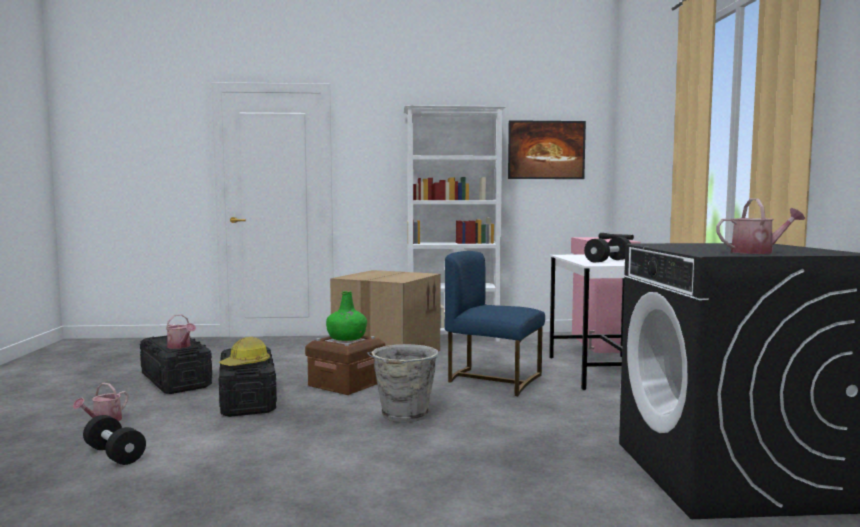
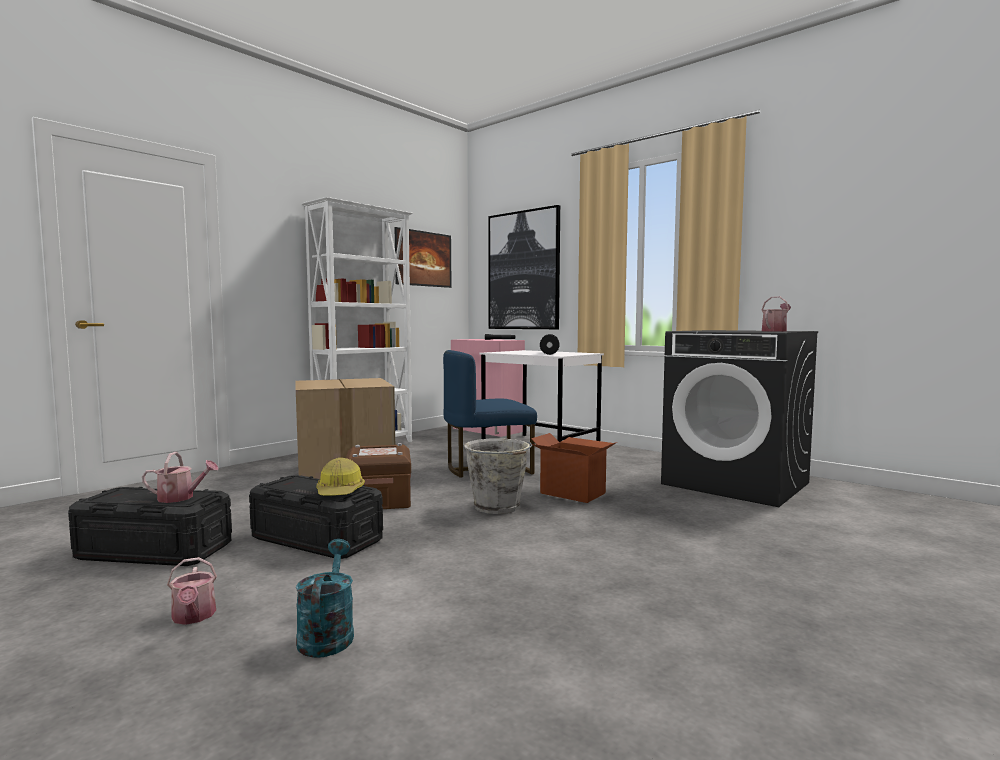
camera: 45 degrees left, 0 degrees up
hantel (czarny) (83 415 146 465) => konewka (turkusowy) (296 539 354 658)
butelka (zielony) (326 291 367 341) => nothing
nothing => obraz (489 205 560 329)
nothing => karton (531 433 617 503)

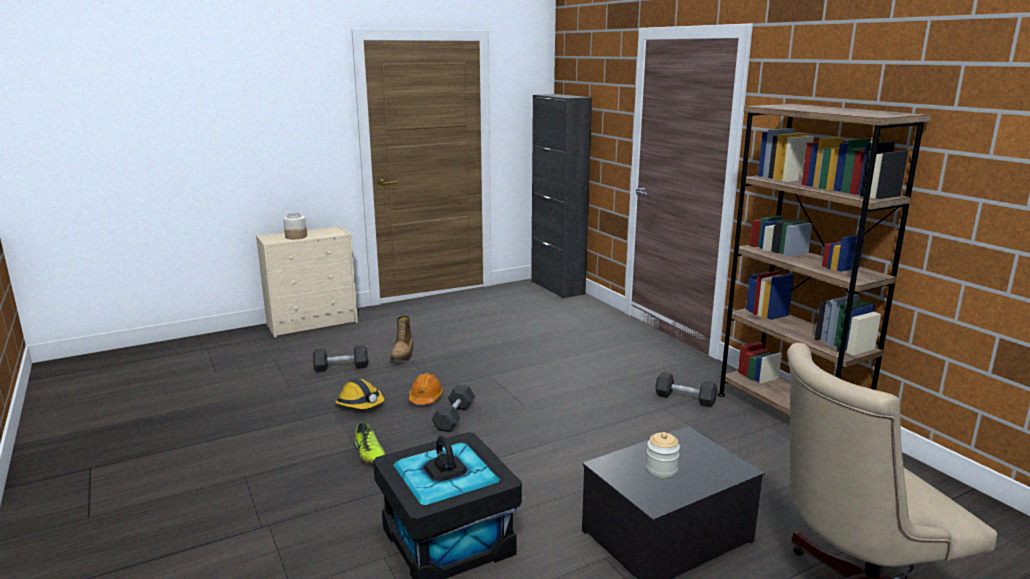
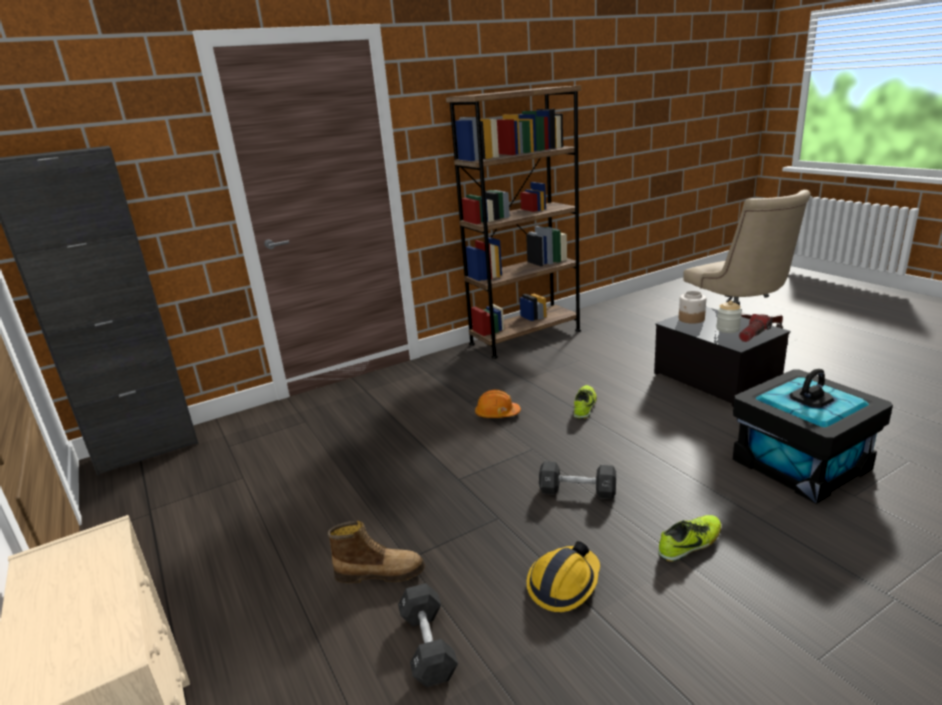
camera: 90 degrees left, 5 degrees up
słoik (283 213 307 239) => słoik (679 291 706 324), relocated
kask (pomarańczowy) (409 373 443 405) => kask (pomarańczowy) (475 390 521 418), relocated
hantel (czarny) (655 372 717 407) => nothing
nothing => but (574 385 597 419)
nothing => latarka (739 314 773 342)

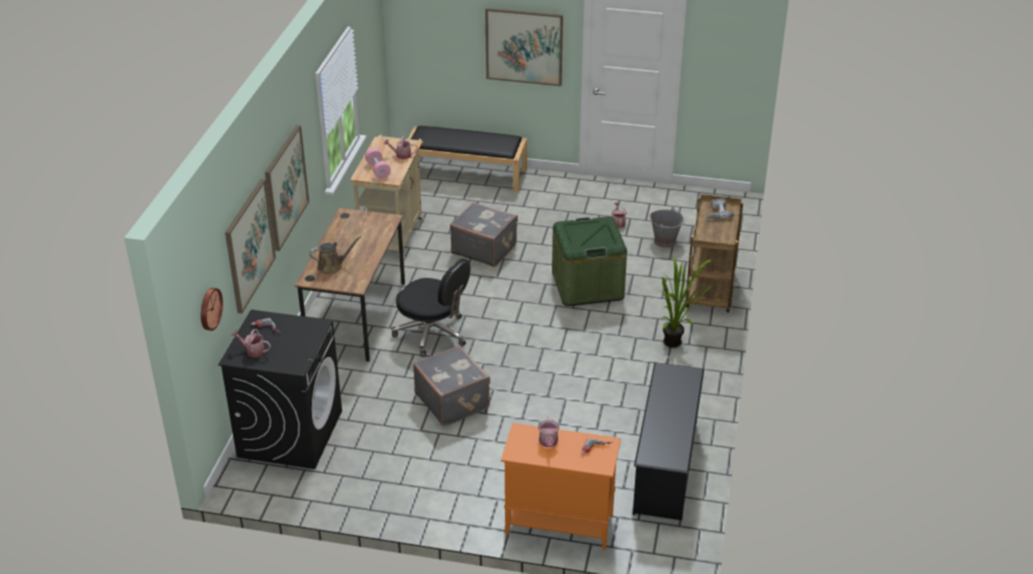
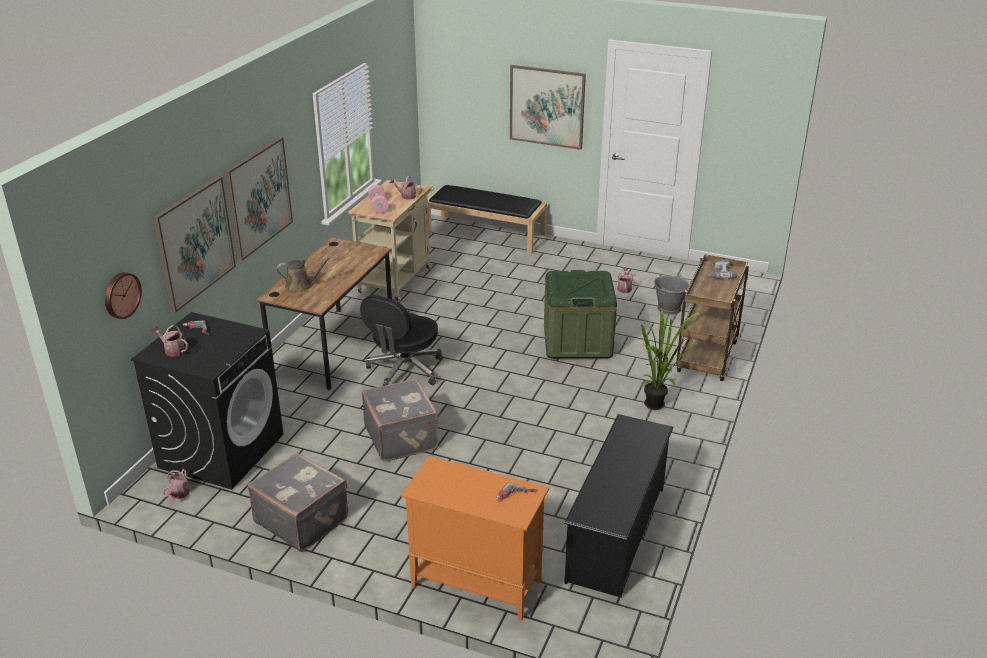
camera: 10 degrees right, 5 degrees down
krzesło biurowe (czarny) (391 258 471 357) => krzesło biurowe (czarny) (360 295 442 386), 75 degrees clockwise
walizka (szary) (450 202 518 267) => walizka (szary) (248 453 348 552), relocated
konewka (538 417 559 447) => konewka (163 469 190 499), relocated

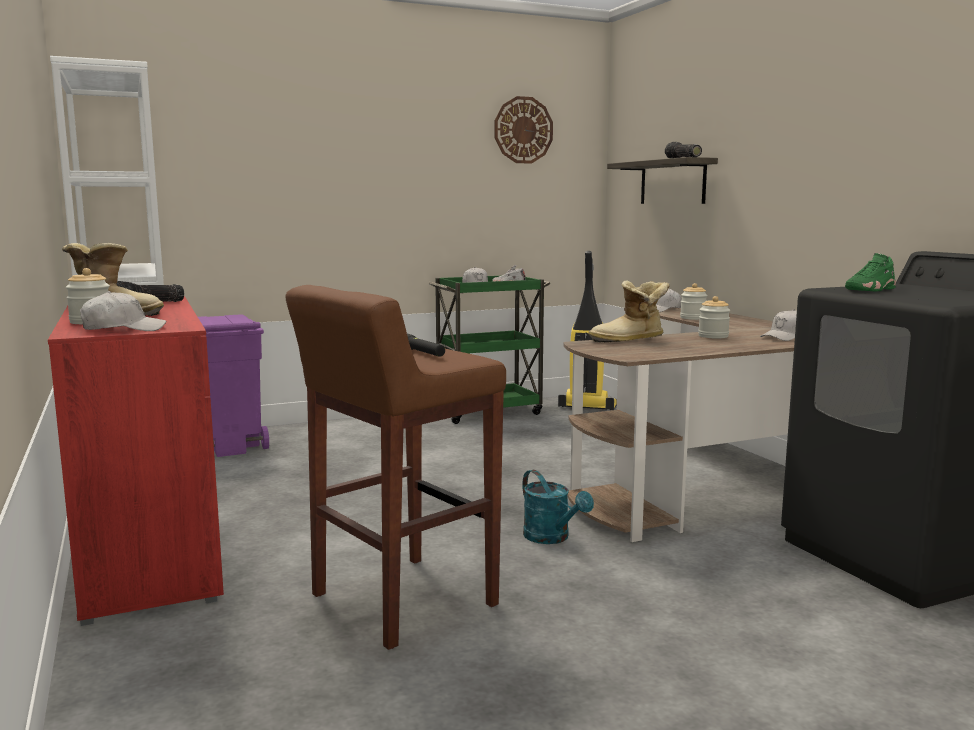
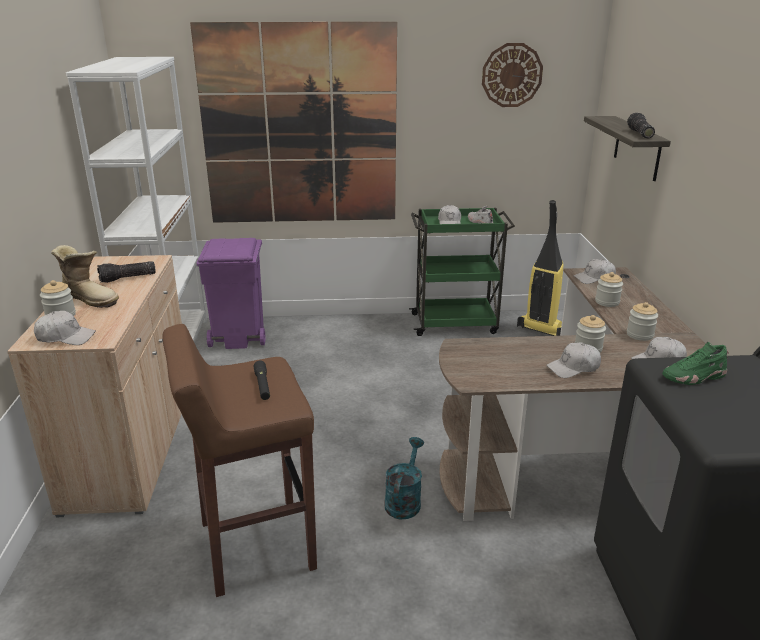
camera: 20 degrees right, 15 degrees up
szafka (czerwony) (48 296 224 626) => szafka (beżowy) (7 255 182 517)
konewka (turkusowy) (522 470 594 544) => konewka (turkusowy) (384 437 424 519), 150 degrees counterclockwise
but z cholewką (588 280 670 343) => nothing
nothing => obraz (190 22 397 223)
nothing => czapka z daszkiem (biały) (546 343 601 378)
nothing => słoik (627 302 658 341)

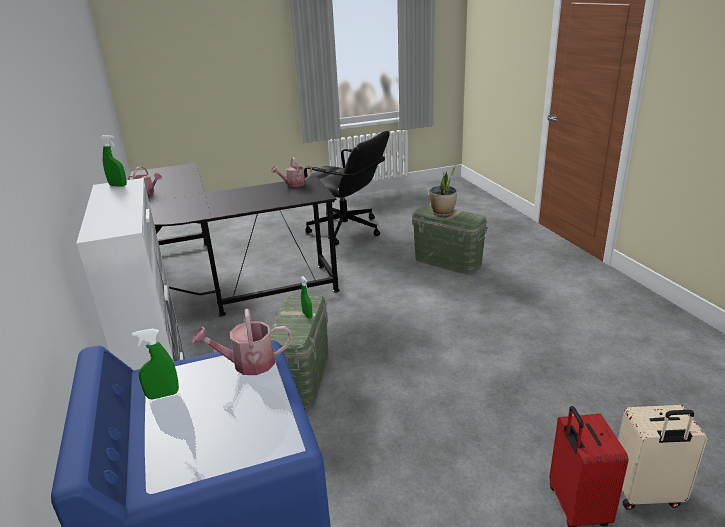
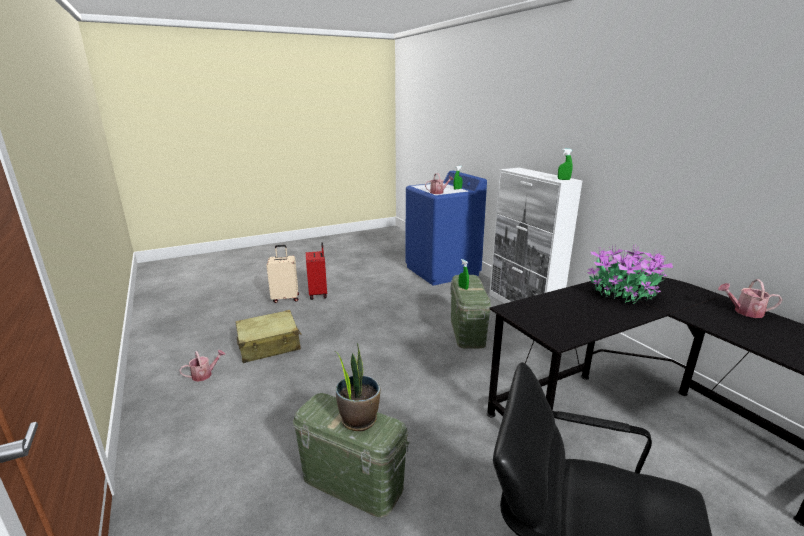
camera: 170 degrees right, 5 degrees down
konewka (271 157 312 187) => konewka (179 350 225 382), relocated
nothing => walizka (beżowy) (236 310 302 363)
nothing => roślina doniczkowa (587 246 673 304)

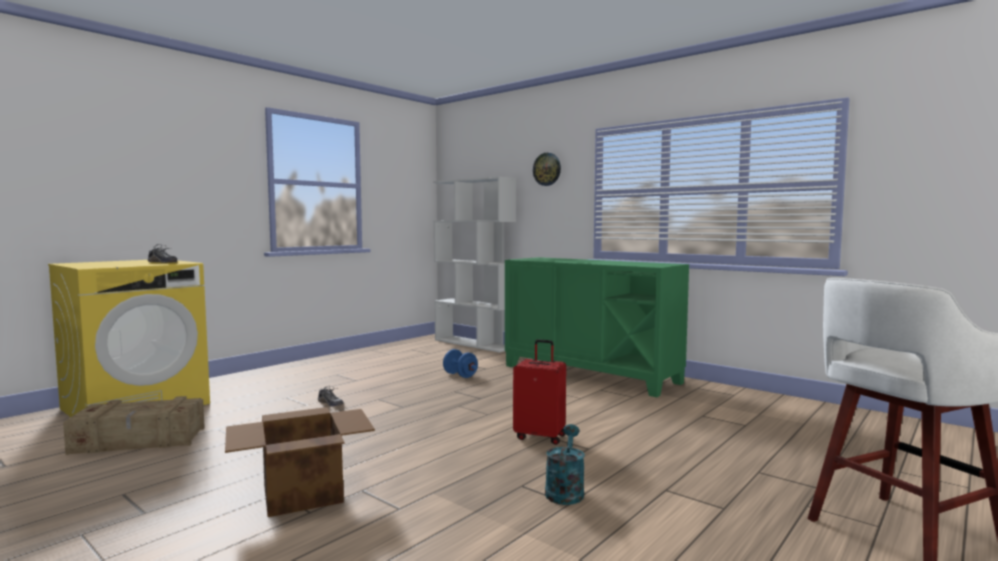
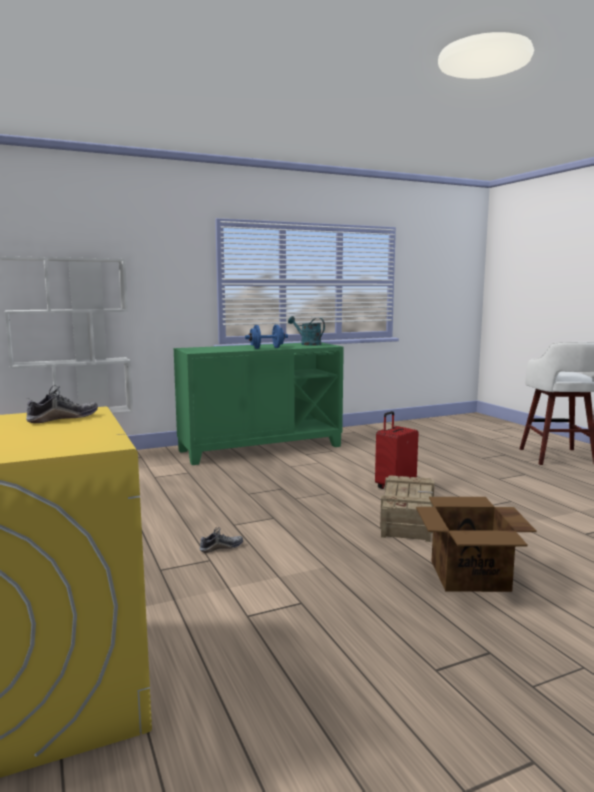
camera: 65 degrees left, 5 degrees up
skrzynka (63 396 205 455) => skrzynka (380 475 434 542), relocated
hantel (niebieski) (443 349 478 378) => hantel (niebieski) (245 325 288 349), relocated
zegar ścienny (533 153 561 186) => nothing
konewka (turkusowy) (545 424 585 505) => konewka (turkusowy) (288 316 325 346), relocated

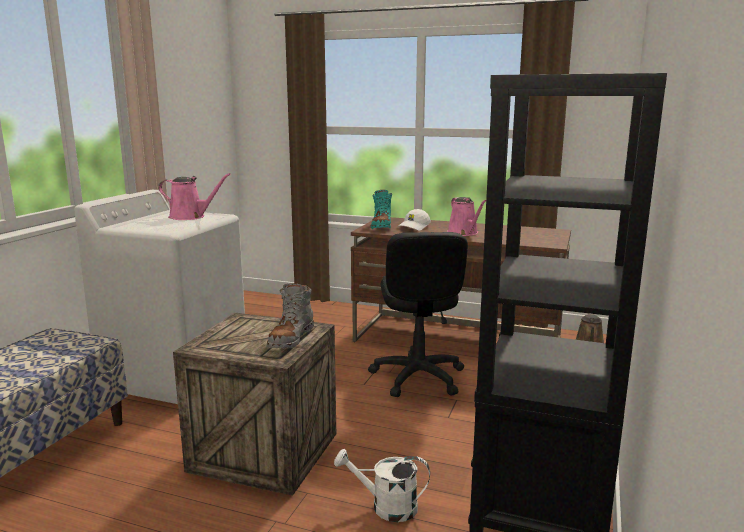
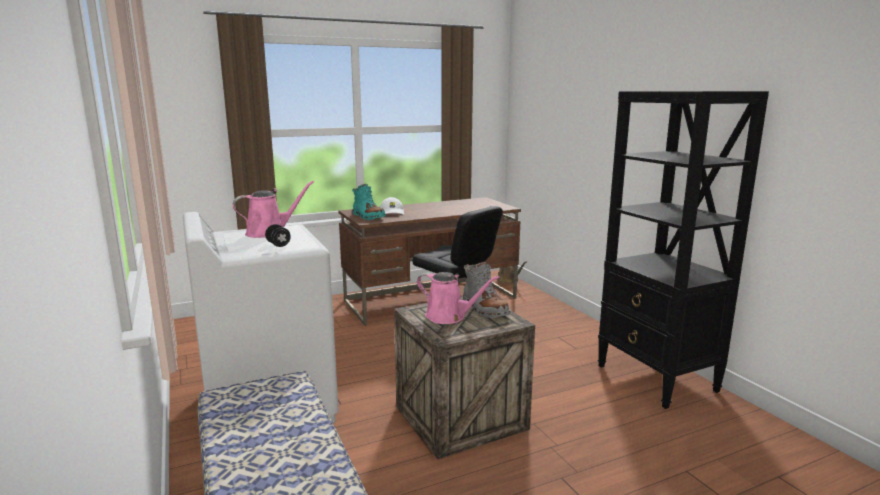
camera: 45 degrees left, 0 degrees up
konewka (biały) (334 449 430 522) => nothing
konewka (różowy) (447 197 486 236) => konewka (różowy) (417 272 499 324), relocated
nothing => hantel (czarny) (265 224 291 247)

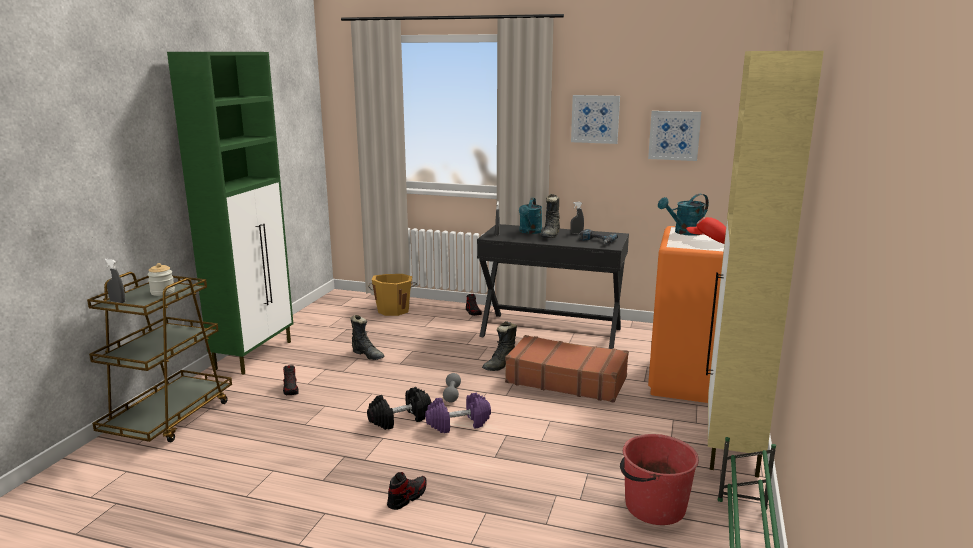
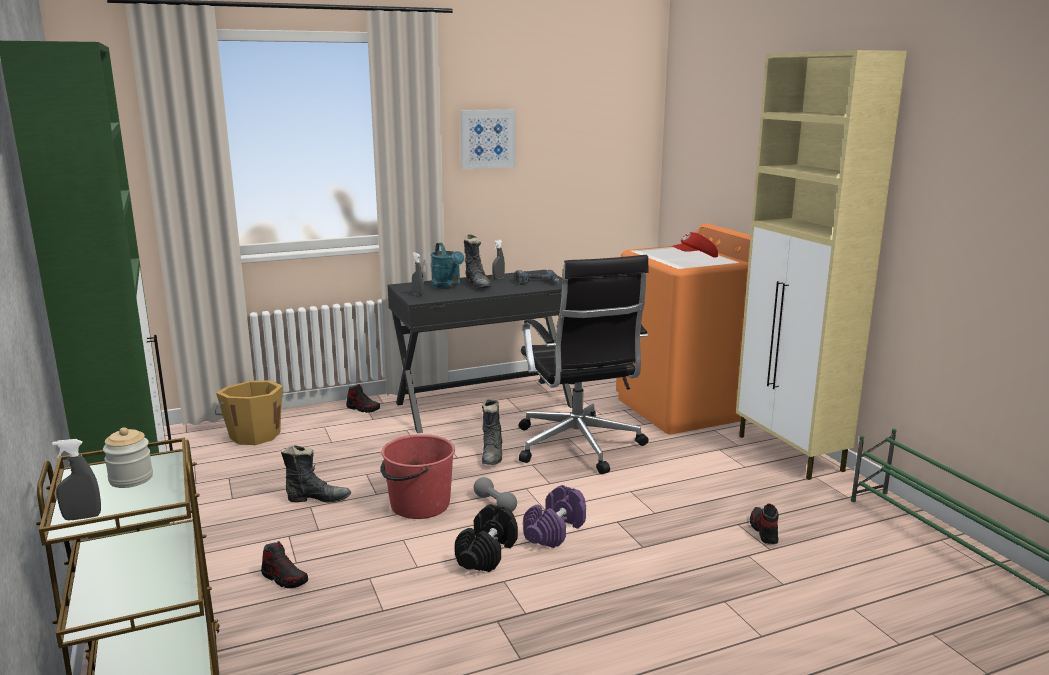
camera: 40 degrees left, 0 degrees up
but (387 472 426 510) => but (750 503 779 544), relocated
walizka (brązowy) (505 335 629 403) => krzesło biurowe (czarny) (518 255 649 474)
wiadro (czerwony) (620 434 699 525) => wiadro (czerwony) (381 434 455 519), relocated
obraz (648 111 701 161) => nothing
konewka (turkusowy) (658 194 709 236) => nothing

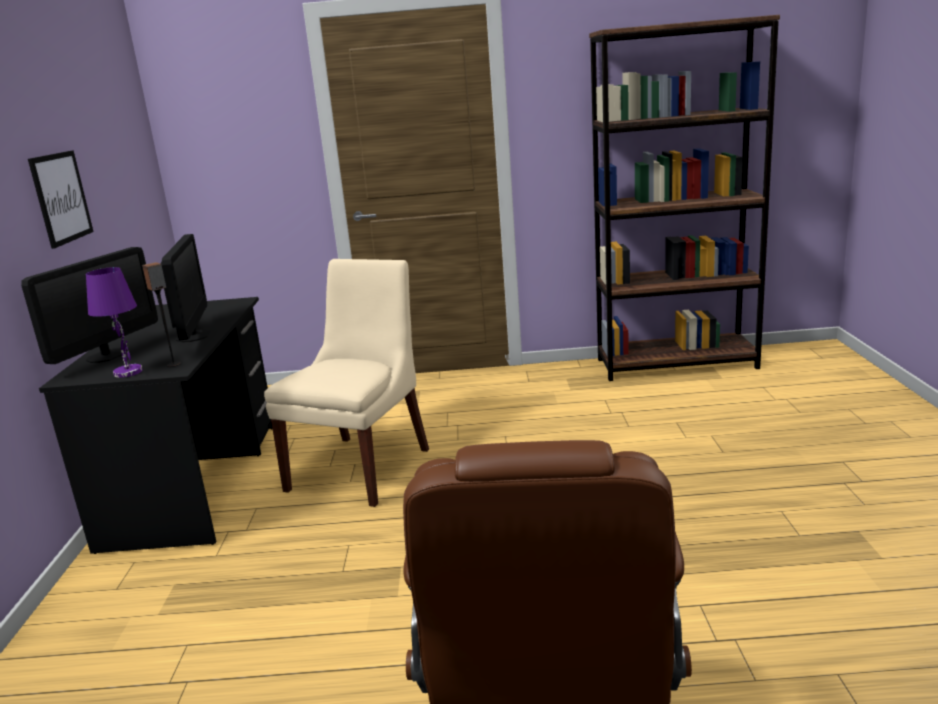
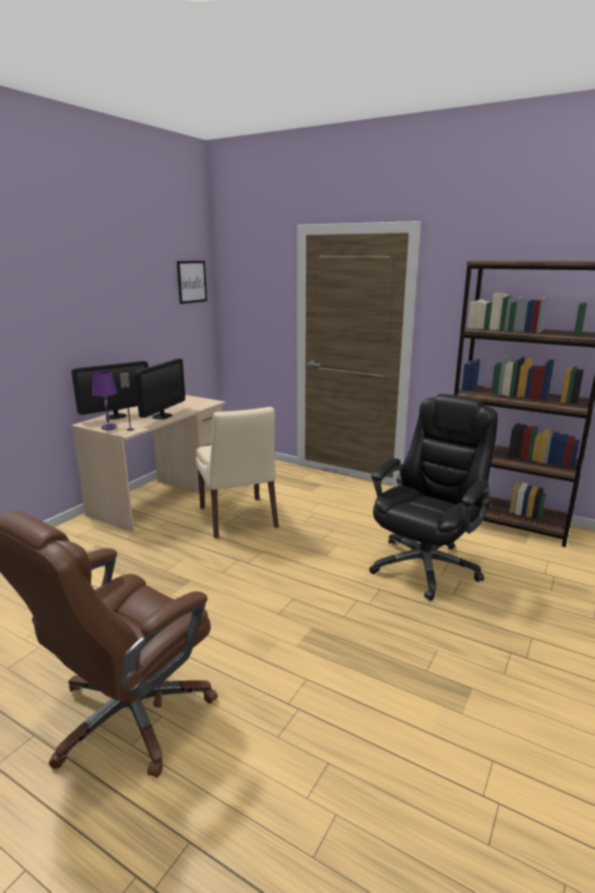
camera: 30 degrees right, 0 degrees up
obraz (28 150 94 249) => obraz (177 261 207 304), relocated
biurko (czarny) (39 297 272 554) => biurko (beżowy) (71 395 226 532)
krzesło (beżowy) (264 259 429 507) => krzesło (beżowy) (196 407 279 538), 105 degrees clockwise
nothing => krzesło biurowe (czarny) (369 394 498 601)

